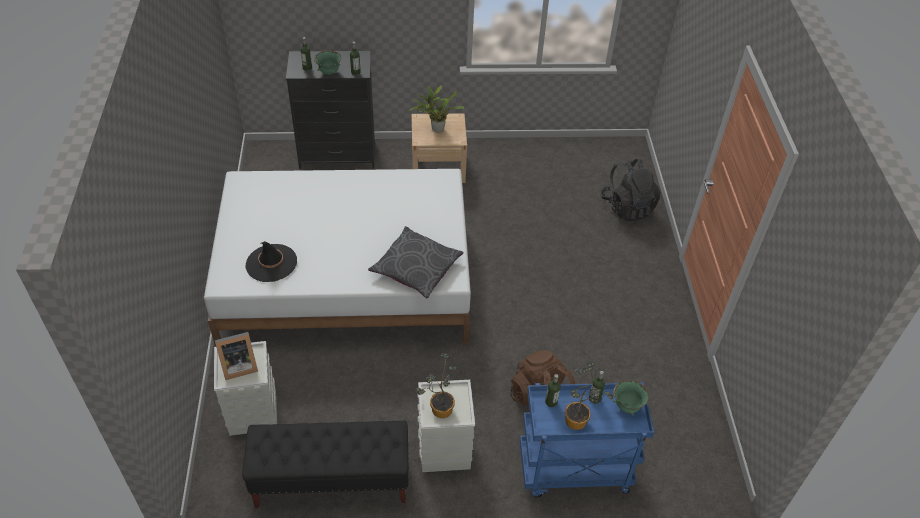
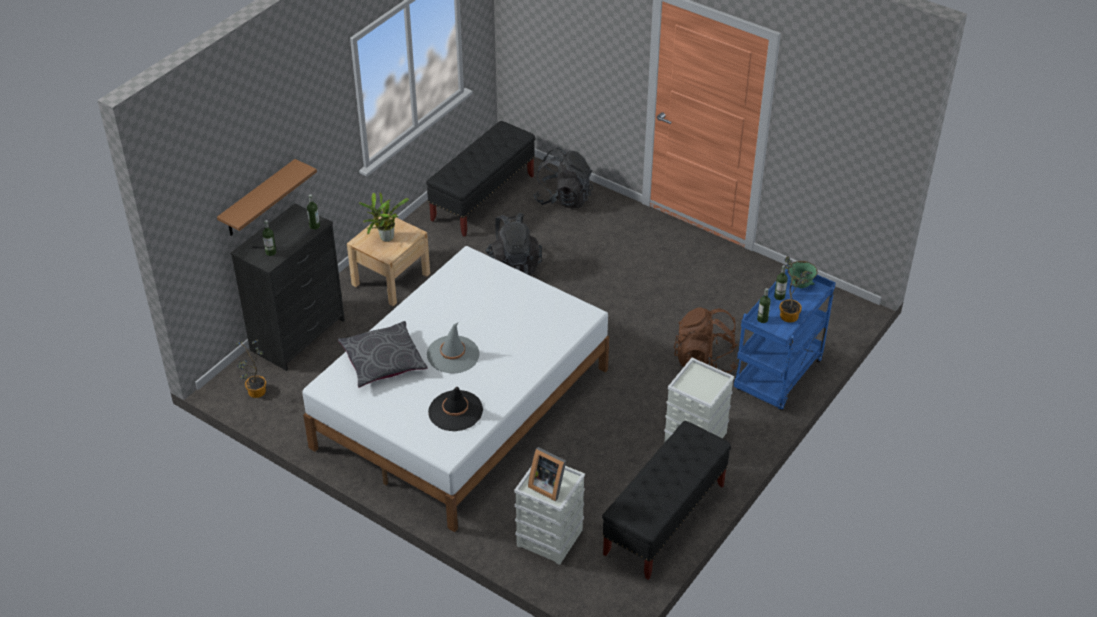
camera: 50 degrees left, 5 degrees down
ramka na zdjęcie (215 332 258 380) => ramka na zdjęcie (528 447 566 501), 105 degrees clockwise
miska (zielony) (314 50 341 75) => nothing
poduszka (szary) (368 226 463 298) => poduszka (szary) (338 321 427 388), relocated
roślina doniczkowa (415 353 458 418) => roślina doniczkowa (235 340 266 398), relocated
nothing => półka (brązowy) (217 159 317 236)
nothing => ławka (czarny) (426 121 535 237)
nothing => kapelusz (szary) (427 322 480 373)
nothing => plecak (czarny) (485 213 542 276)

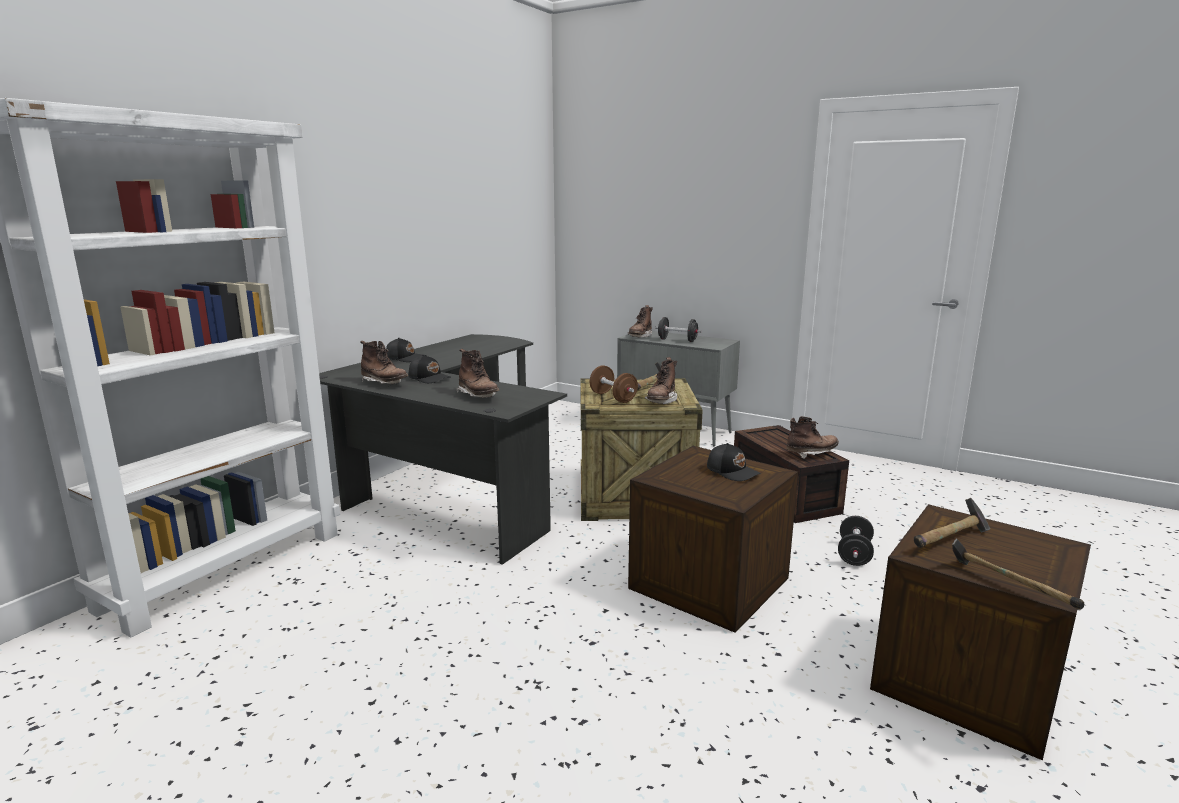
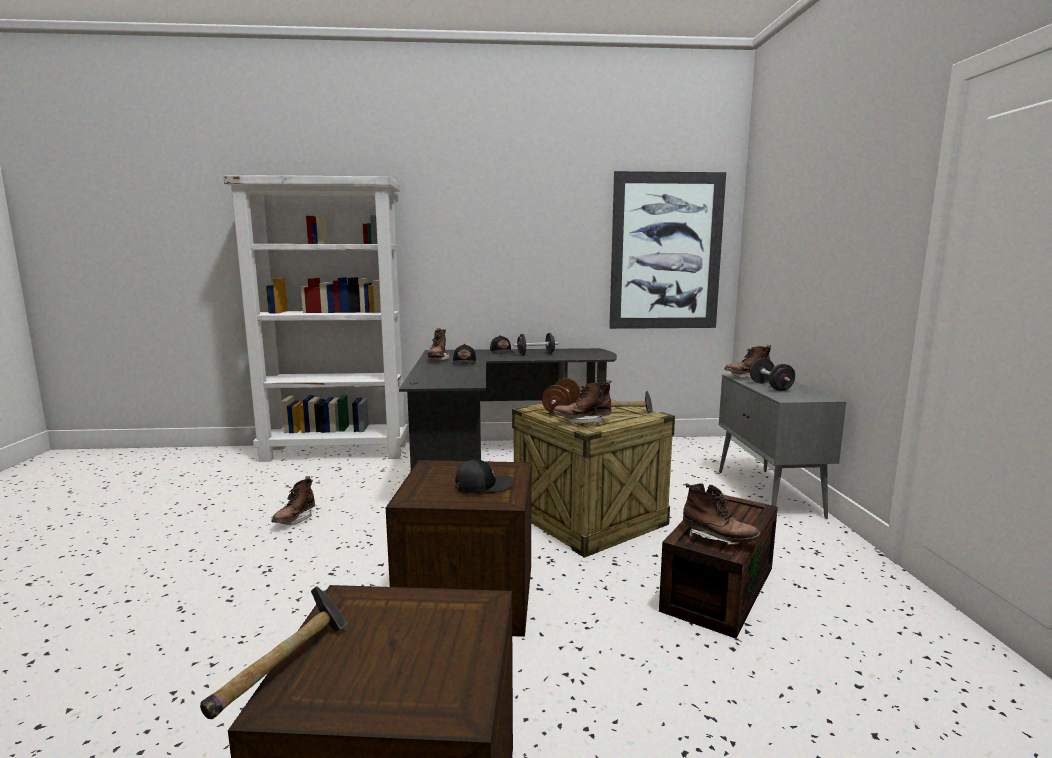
camera: 55 degrees right, 5 degrees down
but z cholewką (brązowy) (456 349 499 398) => but z cholewką (brązowy) (272 476 315 525), relocated
czapka z daszkiem (czarny) (707 443 761 481) => czapka z daszkiem (czarny) (455 459 513 493), 120 degrees counterclockwise
hantel (czarny) (838 516 874 566) => hantel (czarny) (514 333 558 356), relocated
młotek (914 498 990 548) => nothing
nothing => obraz (609 171 726 329)

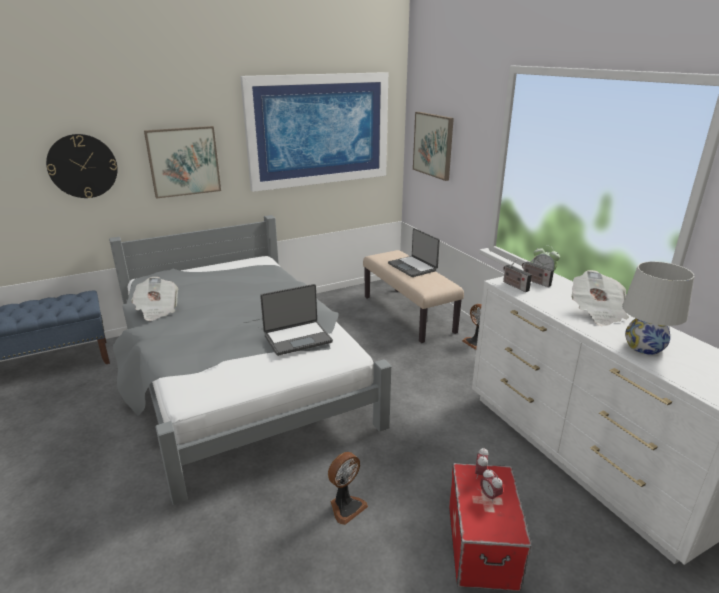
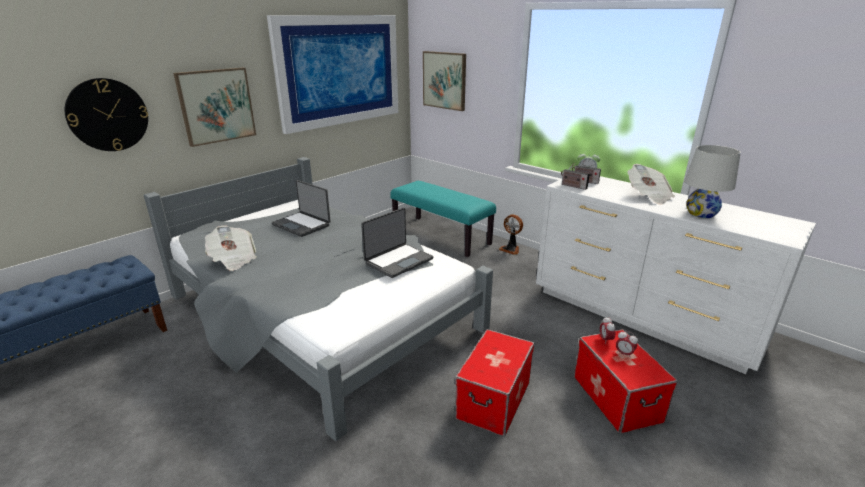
camera: 20 degrees left, 0 degrees up
wentylator (328 452 368 525) => pojemnik do przechowywania (455 329 534 437)
ławka (beżowy) (363 250 464 343) => ławka (turkusowy) (390 181 496 257)
laptop (388 228 440 277) => laptop (272 180 331 237), relocated

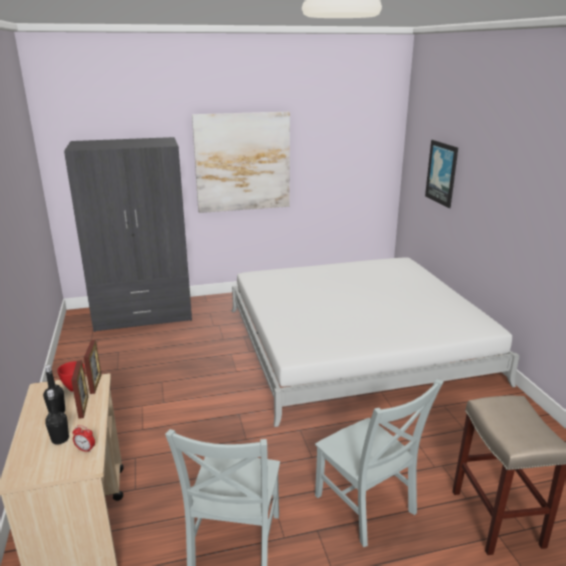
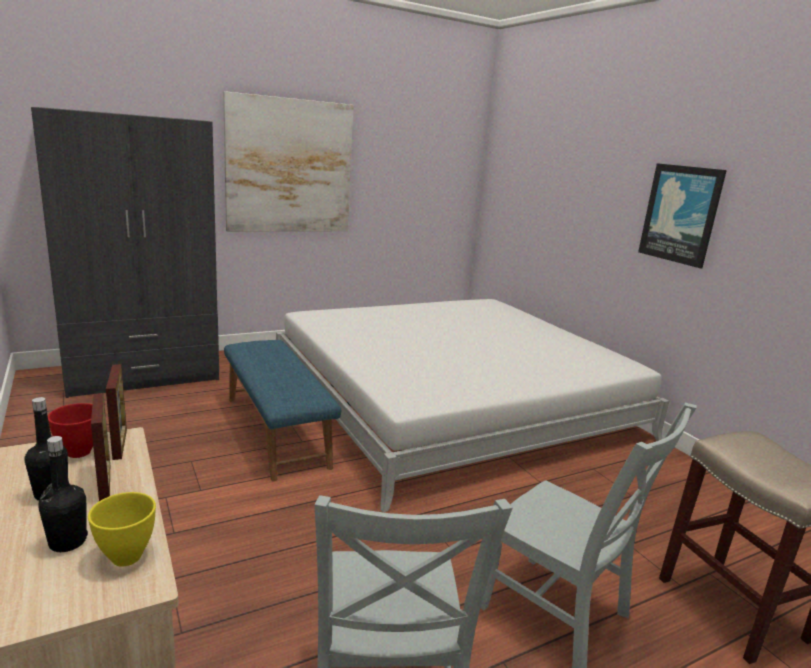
camera: 15 degrees left, 5 degrees down
budzik (73 425 95 453) => miska (żółty) (88 492 156 567)
obraz (425 140 458 208) => obraz (638 163 727 268), relocated
nothing => ławka (niebieski) (224 340 341 481)

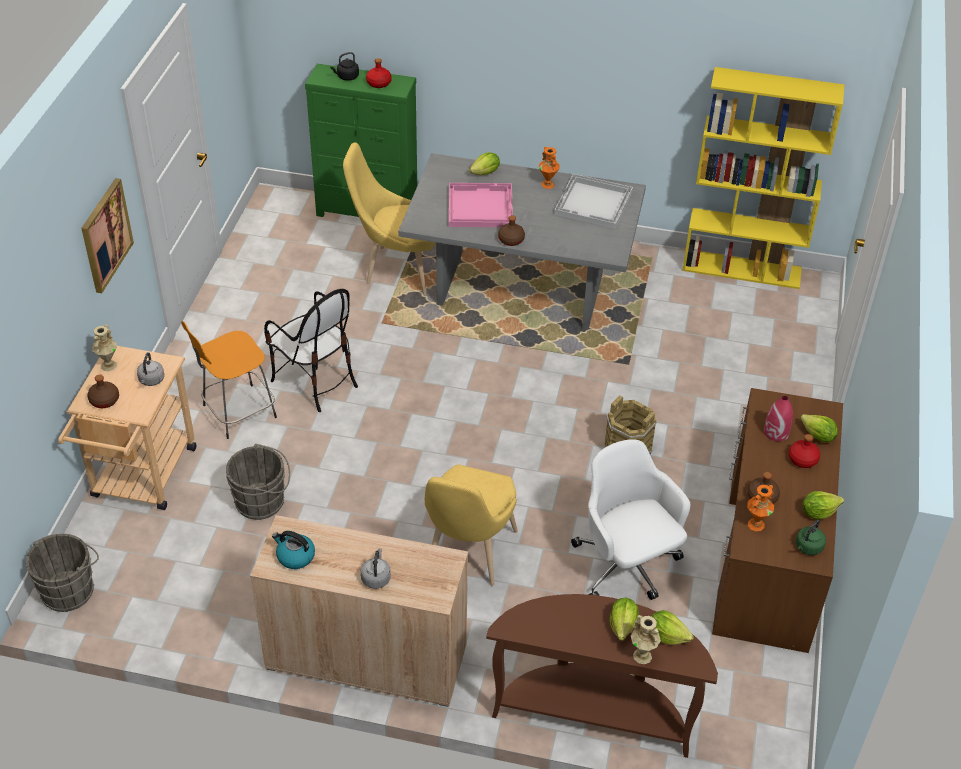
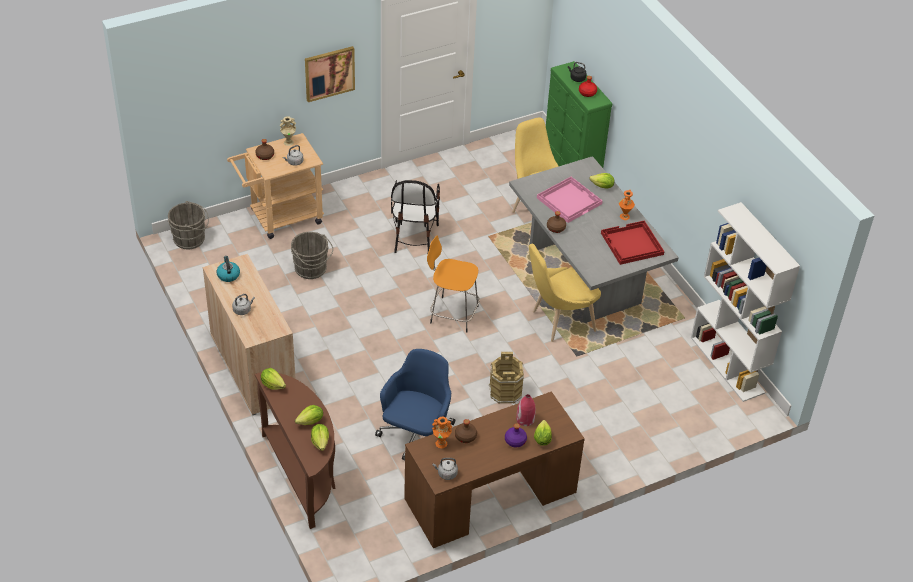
camera: 50 degrees right, 0 degrees up
stołek (pomarańczowy) (181 321 277 439) => stołek (pomarańczowy) (427 236 480 333), relocated
krzesło (żółty) (425 464 518 586) => krzesło (żółty) (529 244 601 342), relocated
taca (biały) (554 174 633 229) => taca (czerwony) (601 220 665 265)
krzesło biurowe (biały) (571 439 690 600) => krzesło biurowe (niebieski) (375 349 455 460)
wazon (beżowy) (631 615 661 664) => nothing
regał (żółty) (682 67 844 289) => regał (biały) (691 202 800 402)
butelka (czerwony) (788 434 820 468) => butelka (fioletowy) (505 423 527 447)
czajnik (zielony) (796 520 826 555) => czajnik (szary) (433 458 458 480)
sałata (802 491 844 519) => sałata (261 368 286 390), relocated

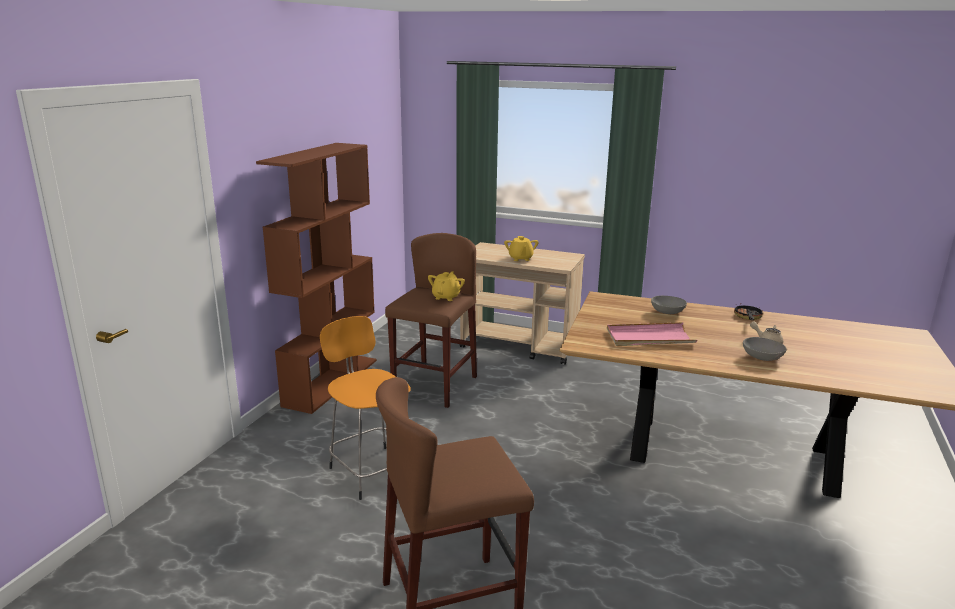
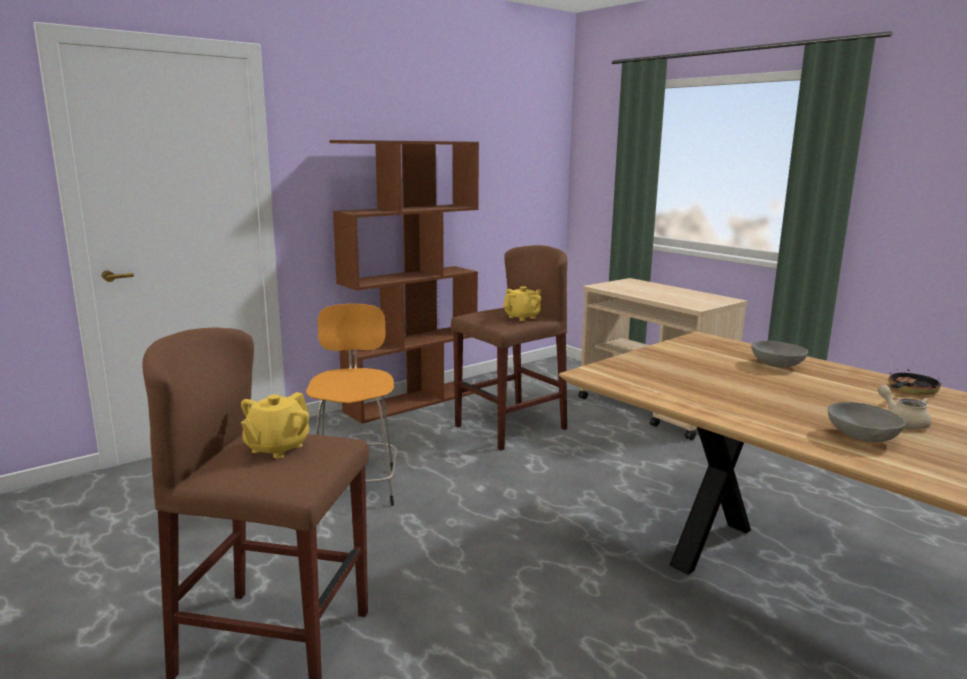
camera: 30 degrees right, 5 degrees down
imbryk (żółty) (504 236 539 261) => imbryk (żółty) (241 392 309 458), relocated
taca (różowy) (607 322 697 346) => nothing

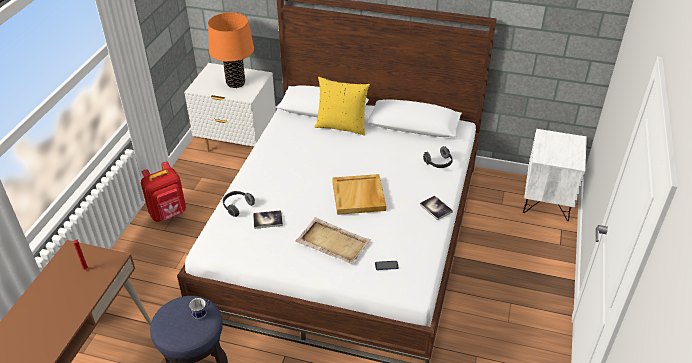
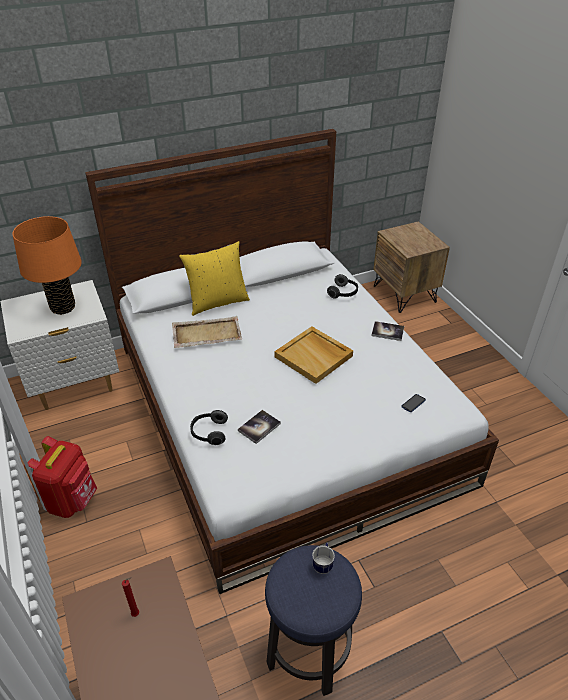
camera: 40 degrees left, 0 degrees up
taca (beżowy) (295 217 371 264) => taca (beżowy) (172 316 242 348), relocated
szafka nocna (biały) (523 129 587 221) => szafka nocna (brązowy) (373 221 450 313)

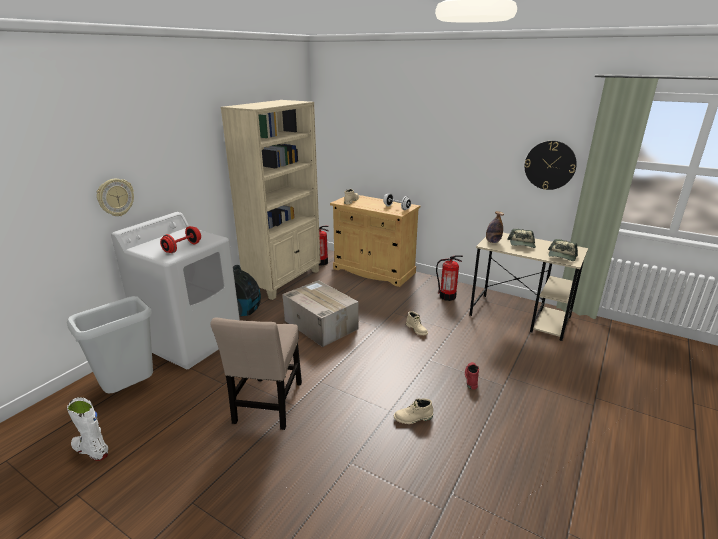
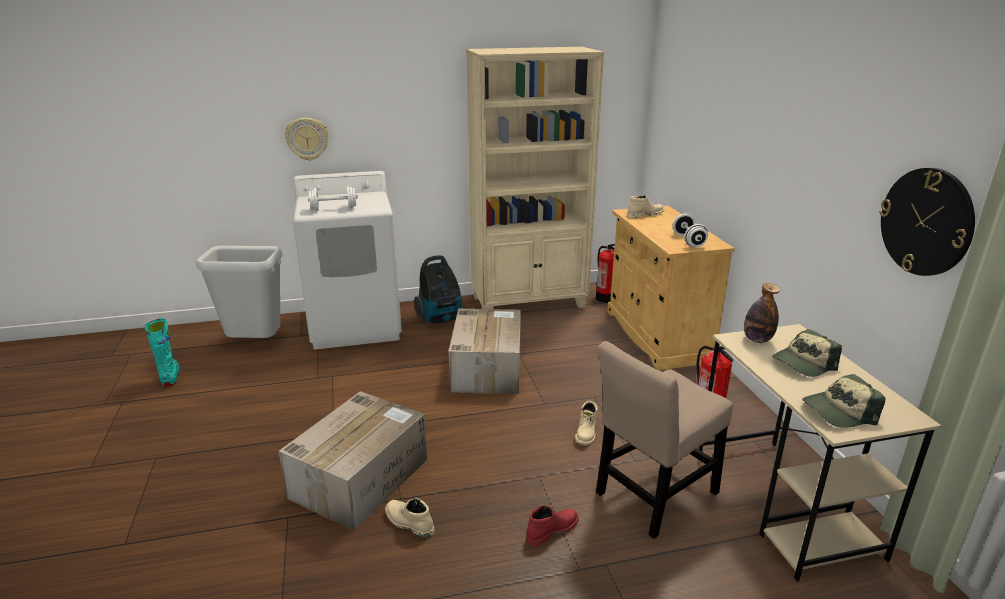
camera: 45 degrees right, 0 degrees up
but z cholewką (biały) (67 397 108 461) => but z cholewką (turkusowy) (145 318 180 387)
hantel (czerwony) (160 226 201 253) => hantel (biały) (308 186 358 211)
krzesło (beżowy) (210 317 302 430) => krzesło (beżowy) (596 341 733 539), relocated
nothing => karton (278 391 427 531)

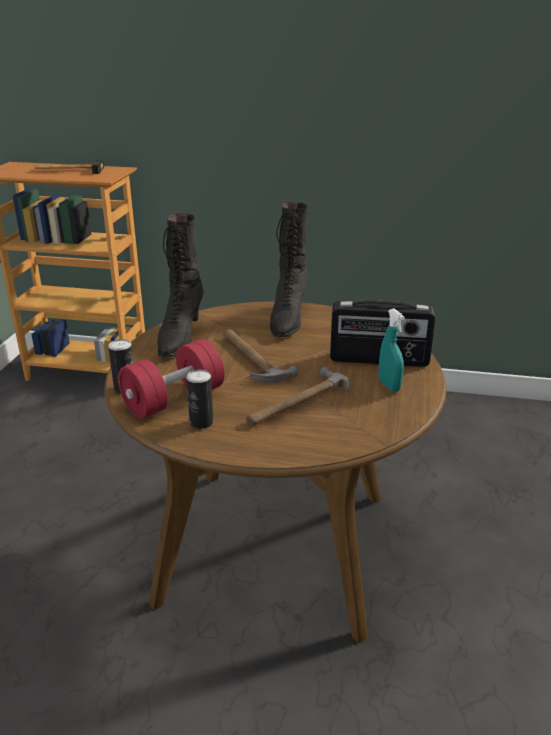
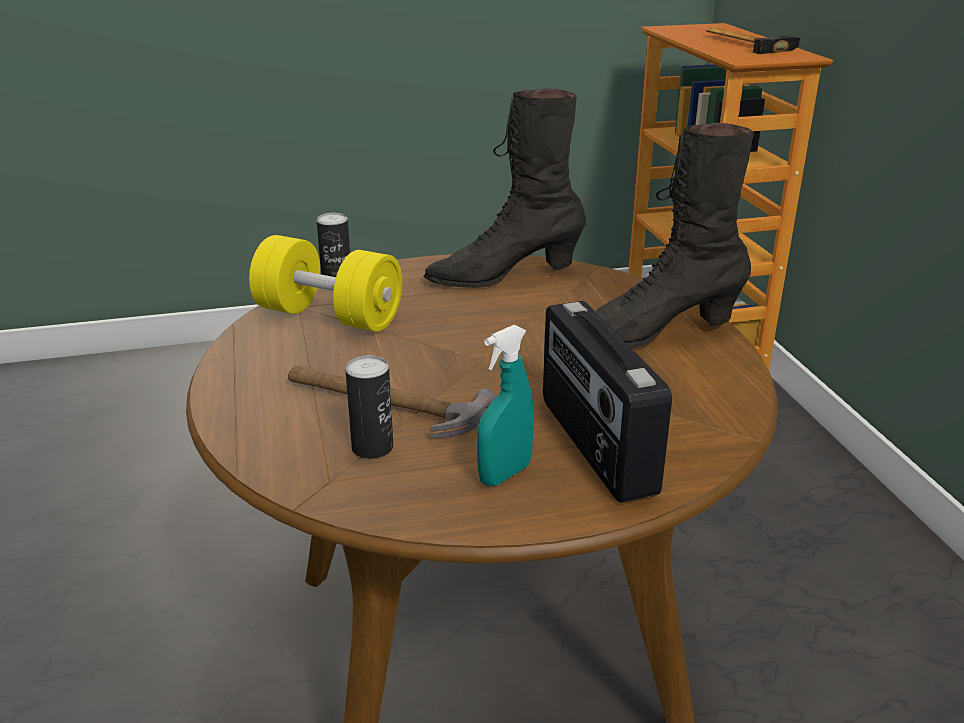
camera: 65 degrees right, 0 degrees up
hantel (czerwony) (118 339 225 419) => hantel (żółty) (249 235 402 332)
puszka (186 370 213 429) => puszka (345 355 393 459), relocated
młotek (223 329 298 383) => nothing

